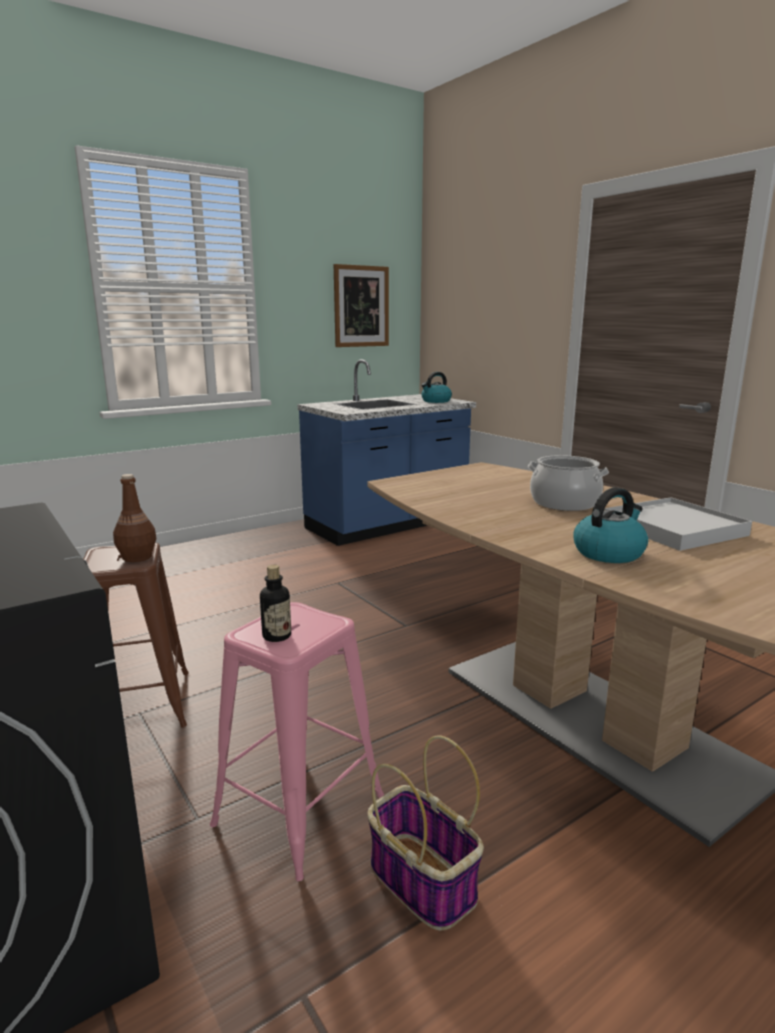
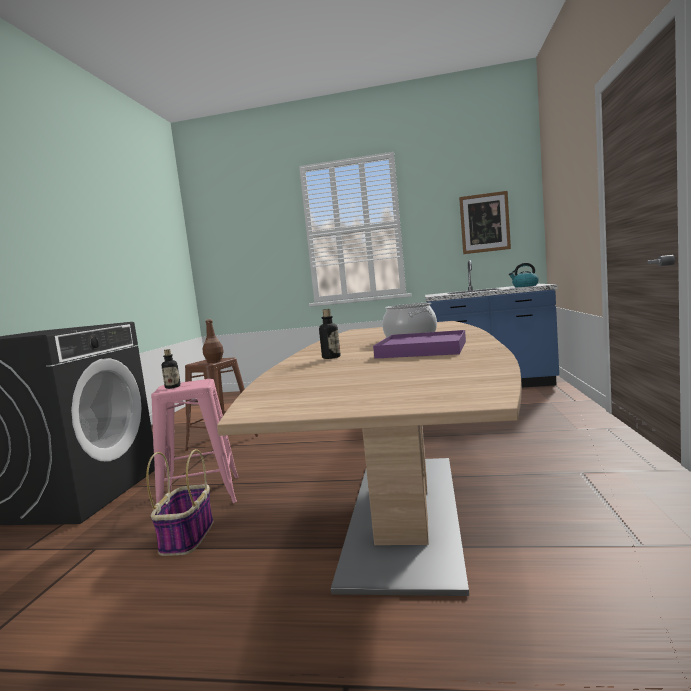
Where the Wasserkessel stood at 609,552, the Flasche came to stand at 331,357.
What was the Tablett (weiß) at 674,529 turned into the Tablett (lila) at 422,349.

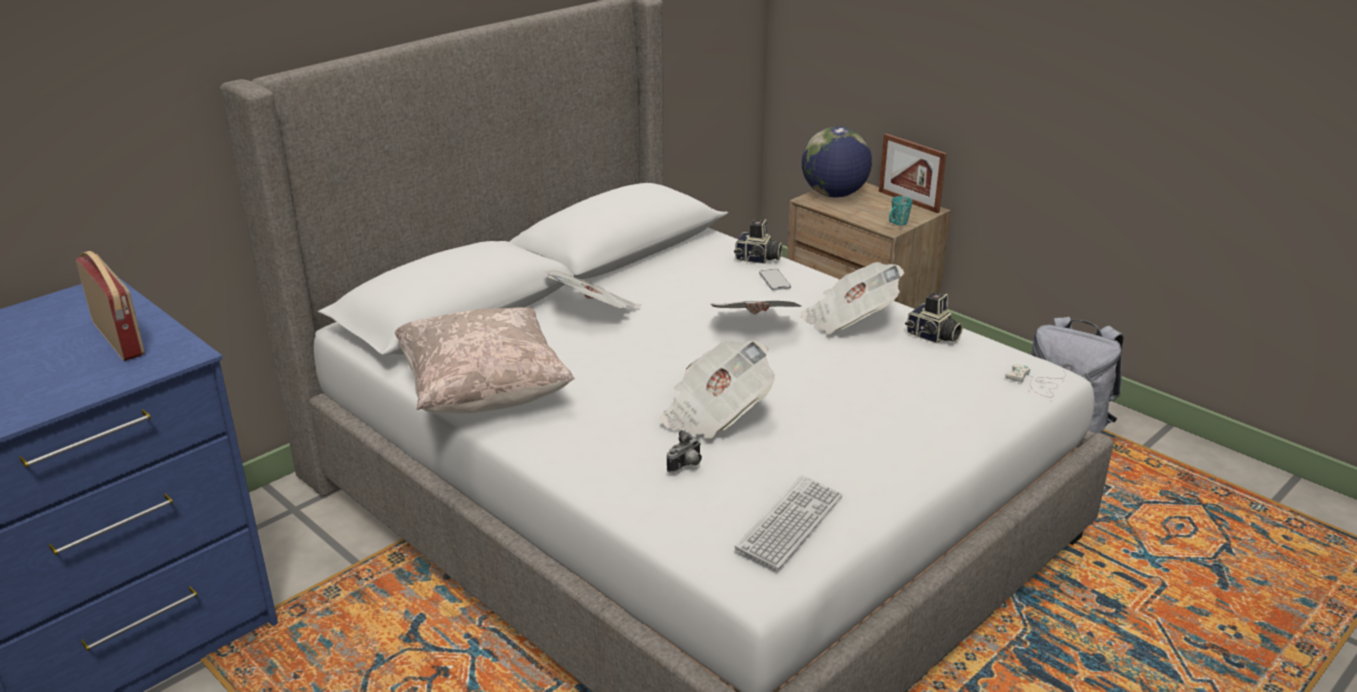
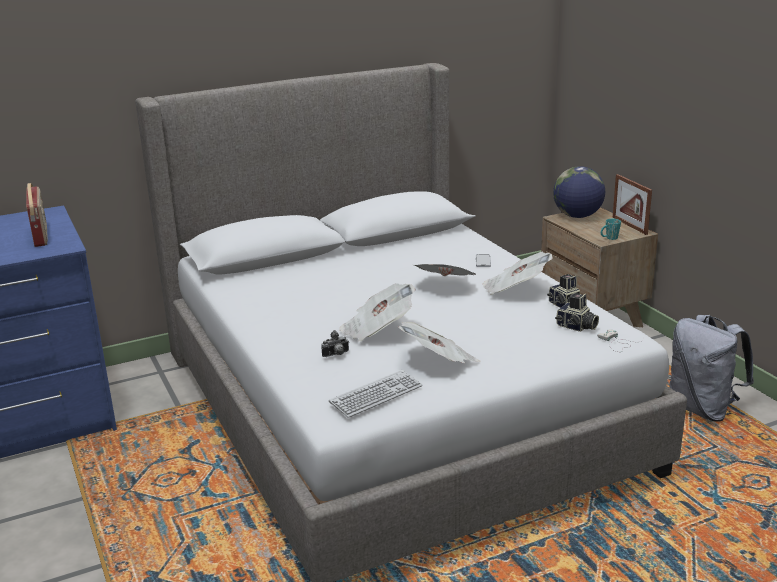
The second view lost the Kissen (beige) at 484,394.
The Zeitung ended up elsewhere, having gone from 595,313 to 439,362.
The Kamera ended up elsewhere, having gone from 758,259 to 576,327.

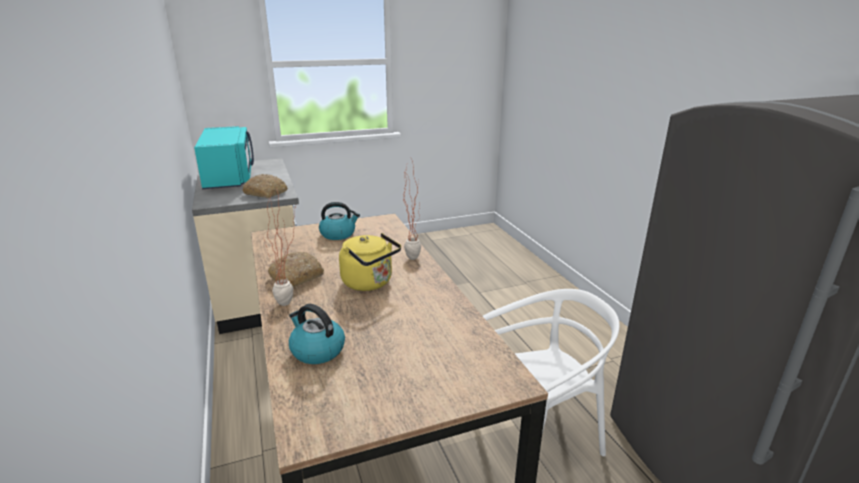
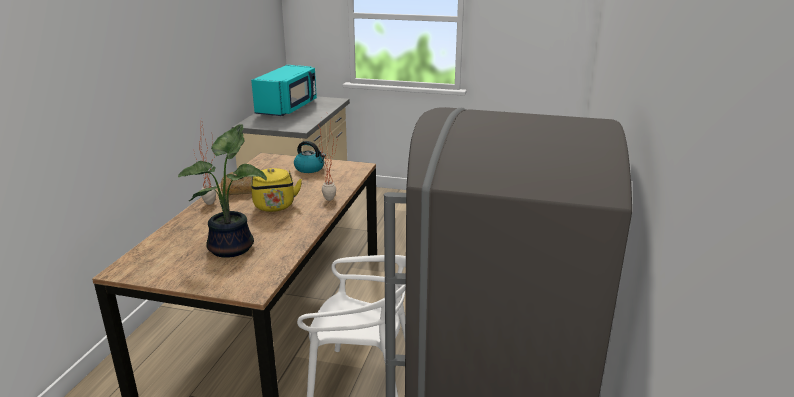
The second view lost the Brot at 266,193.
The second view lost the Wasserkessel at 317,350.
The second view gained the Topfpflanze at 234,247.

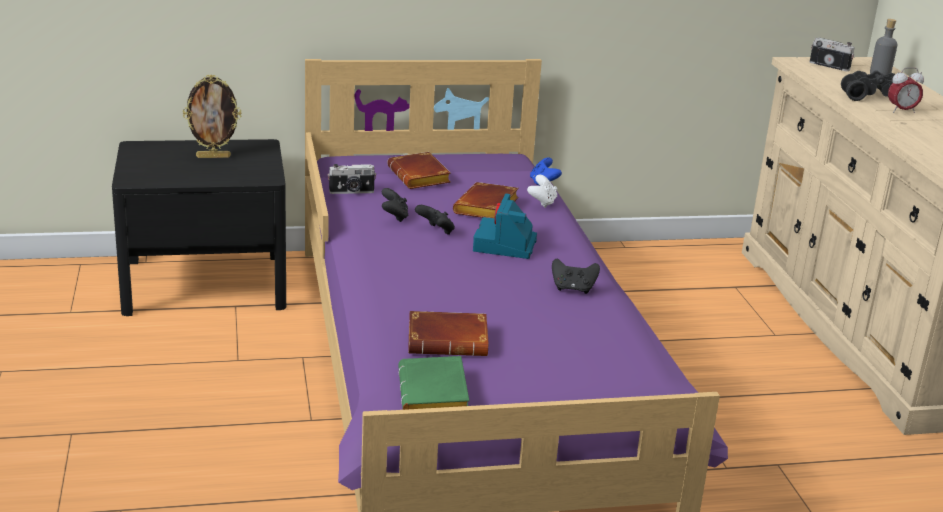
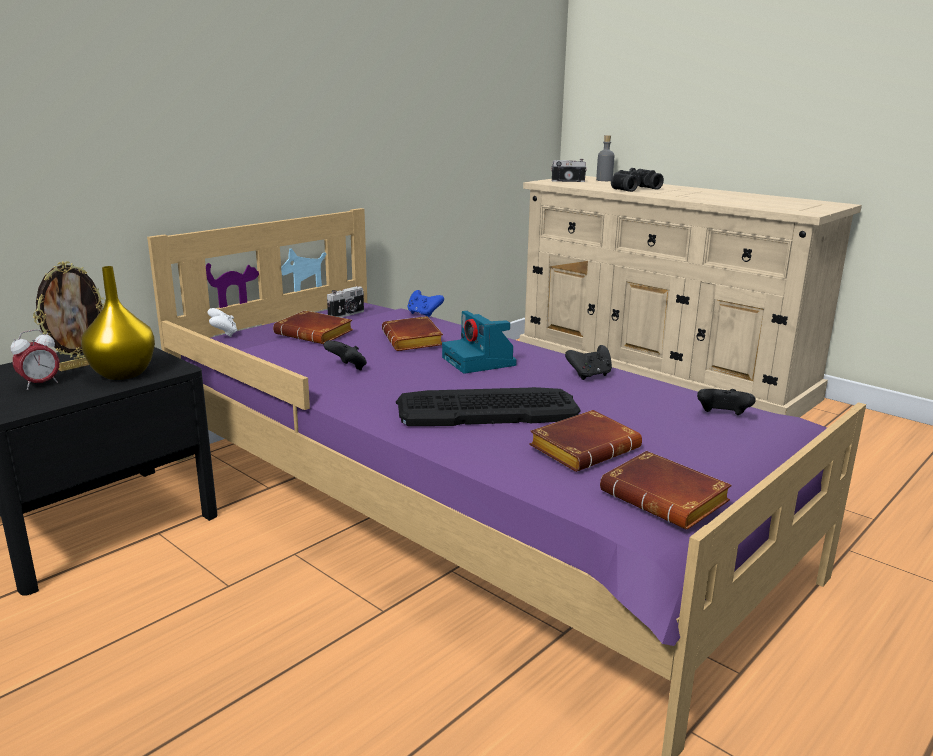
The Kamera ended up elsewhere, having gone from 351,192 to 347,314.
What was the Buch (grün) at 436,396 turned into the Buch (braun) at 668,499.
The Gamepad (schwarz) ended up elsewhere, having gone from 436,231 to 722,416.
The Gamepad (weiß) ended up elsewhere, having gone from 542,202 to 223,334.
The Wecker ended up elsewhere, having gone from 901,111 to 40,384.
The second view gained the Vase (gelb) at 124,374.
The second view gained the Tastatur at 486,408.

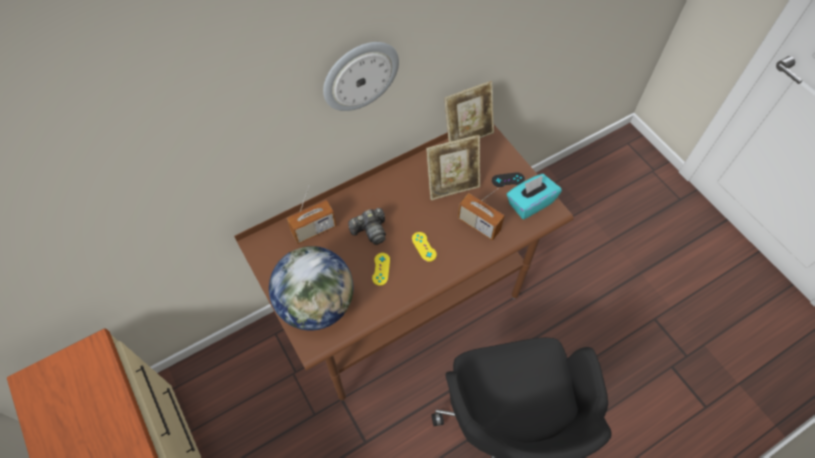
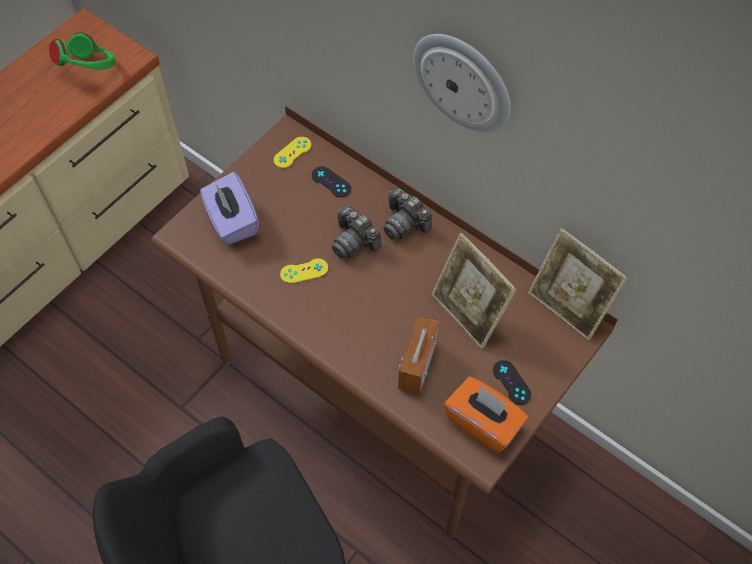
Where the Globus stood at 317,304, the Taschentuchbox (lila) came to stand at 232,221.
Where the Radio stood at 314,230, the Gamepad (schwarz) came to stand at 331,182.
The Gamepad (gelb) ended up elsewhere, having gone from 424,246 to 292,152.
What was the Taschentuchbox (türkis) at 530,203 turned into the Taschentuchbox (orange) at 483,423.
The second view gained the Kopfhörer (grün) at 90,69.
The second view gained the Kamera at 404,223.

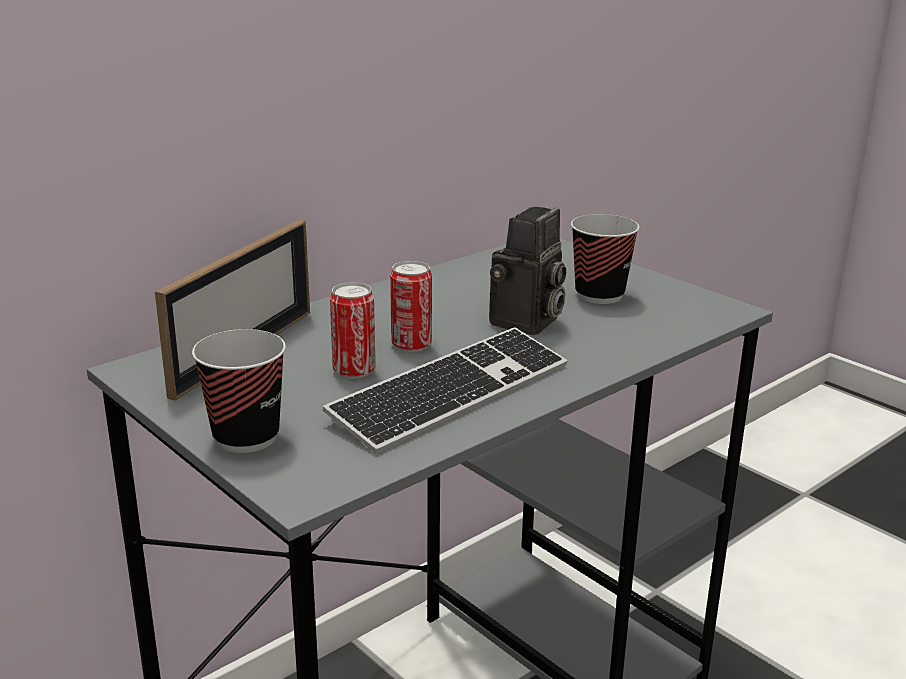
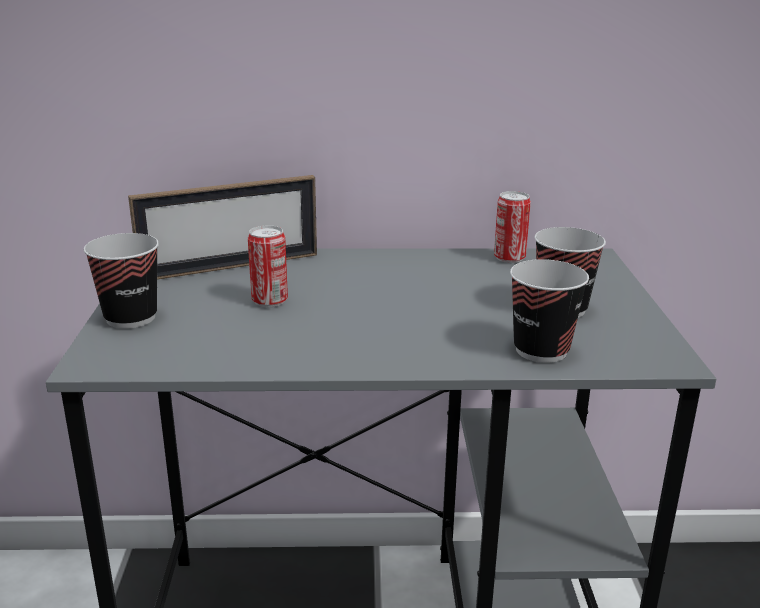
The second view lost the Tastatur at 452,392.
The Dose ended up elsewhere, having gone from 411,345 to 509,258.
The second view lost the Kamera at 526,323.
The second view gained the Tasse at 541,350.

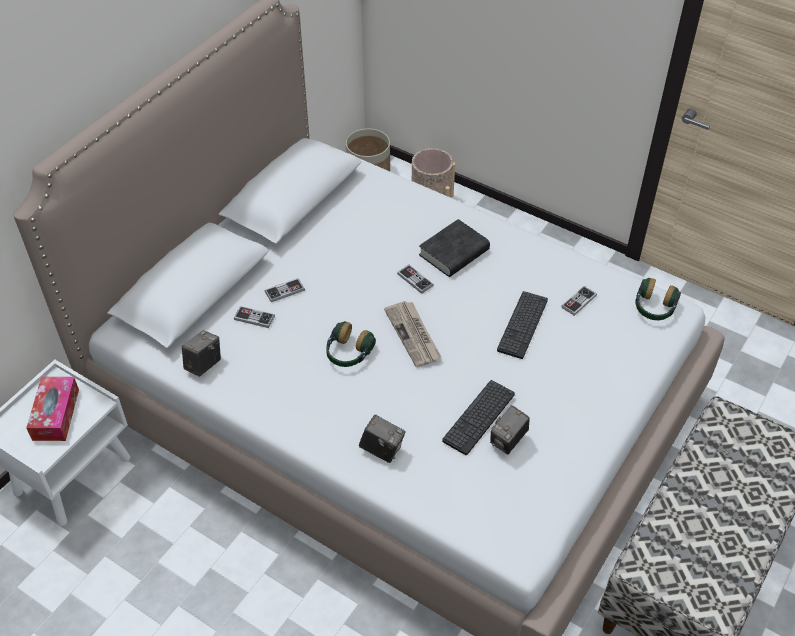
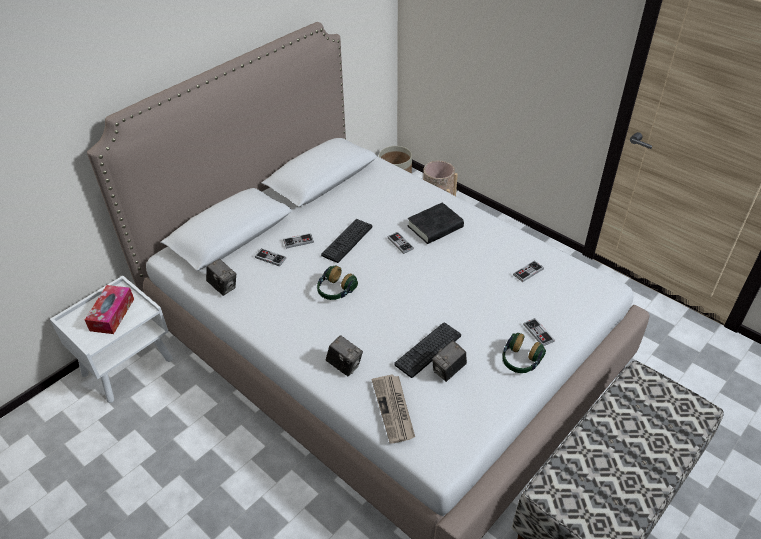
The Kamera at 203,364 ended up facing another way, 90 degrees clockwise from before.
The Zeitung ended up elsewhere, having gone from 413,335 to 394,409.
The Tastatur ended up elsewhere, having gone from 522,325 to 347,241.
The Kopfhörer ended up elsewhere, having gone from 654,308 to 520,361.
The second view gained the Gamepad at 538,333.

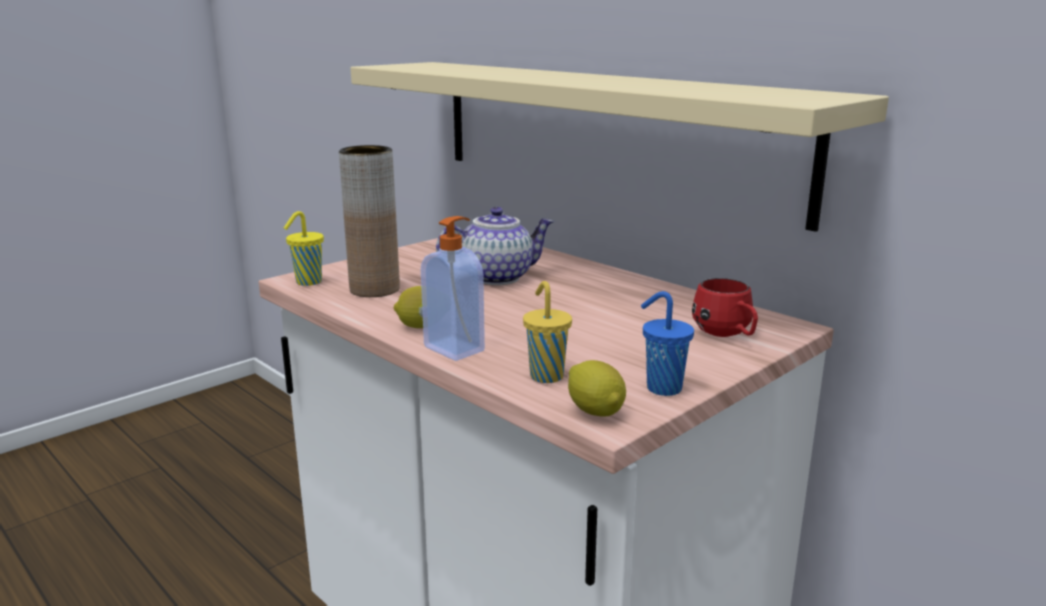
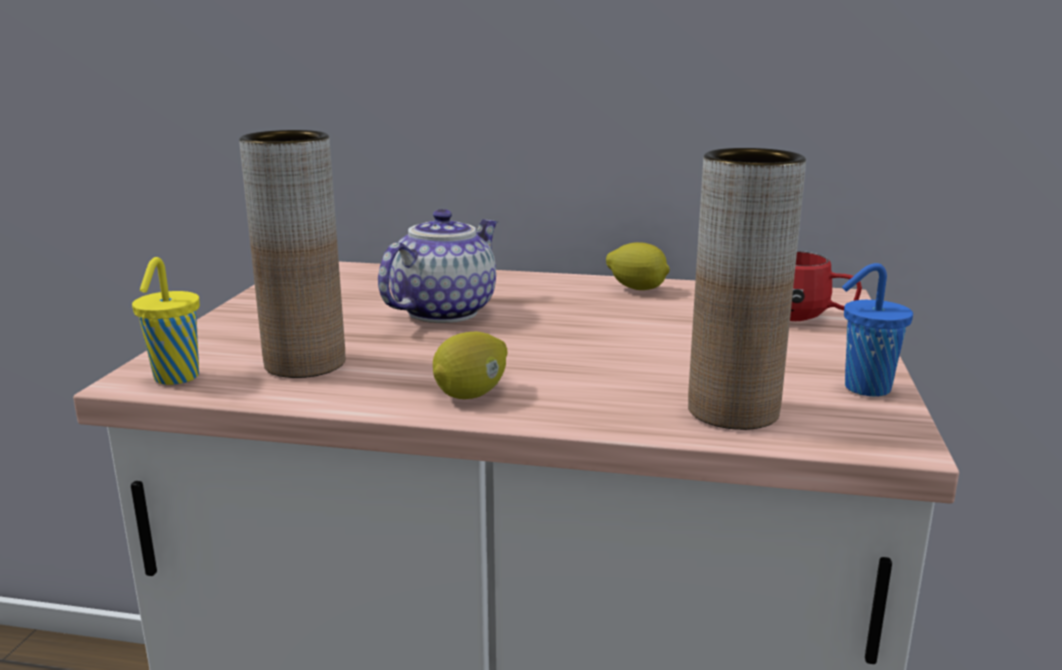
The second view lost the Wandregal (beige) at 605,133.
The second view lost the Seifenspender at 455,348.
Where the Tasse (gelb) stood at 545,375, the Vase (braun) came to stand at 733,411.
The Zitrone ended up elsewhere, having gone from 595,411 to 637,289.

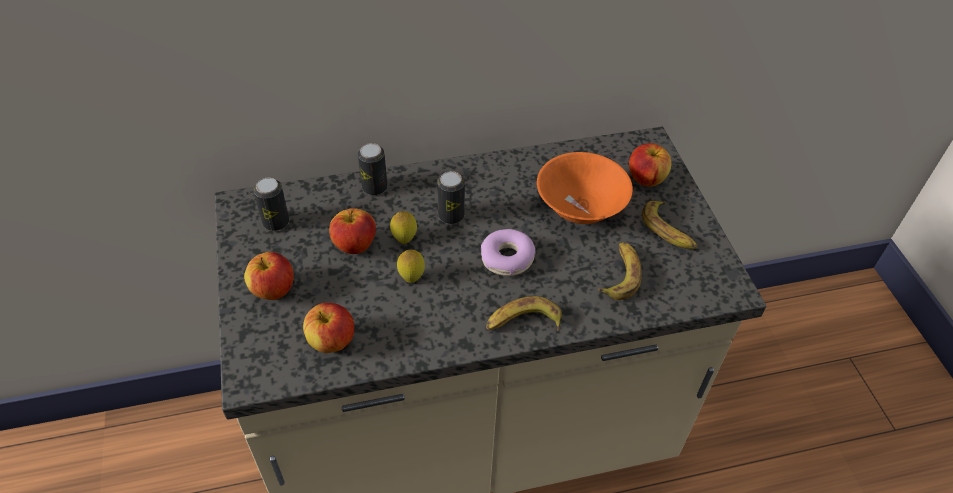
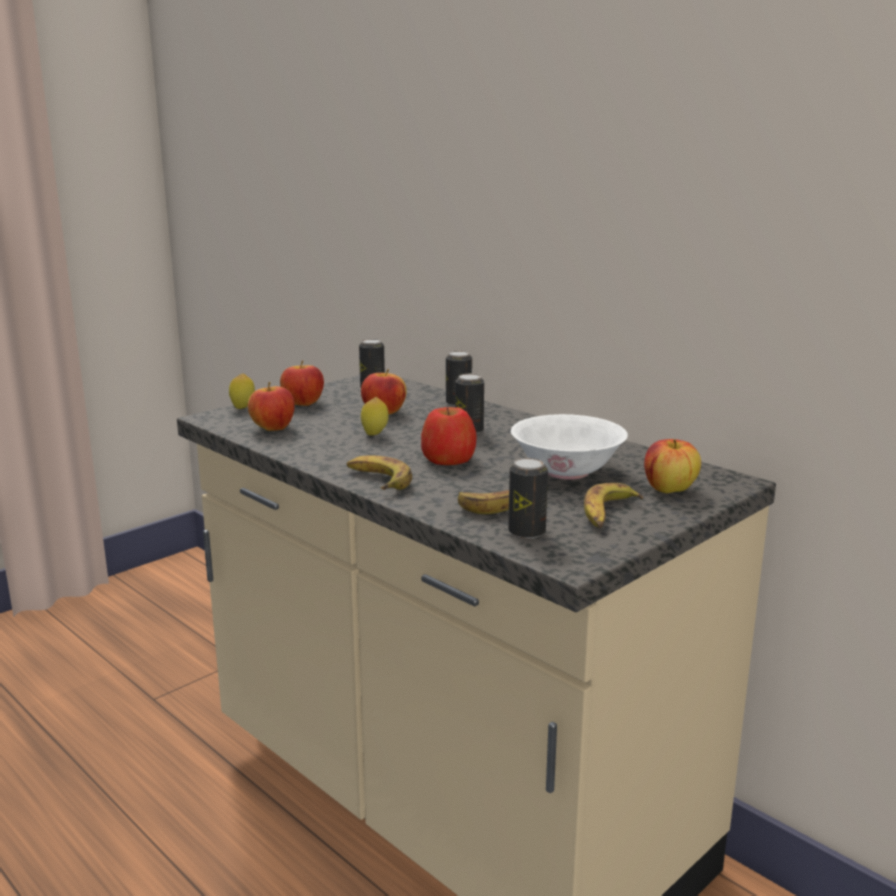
The Zitrone ended up elsewhere, having gone from 404,239 to 243,408.
Where the Donut stood at 507,259, the Apfel came to stand at 449,459.
What was the Schüssel (orange) at 580,208 turned into the Schüssel (weiß) at 567,471.
The second view gained the Dose at 526,532.

